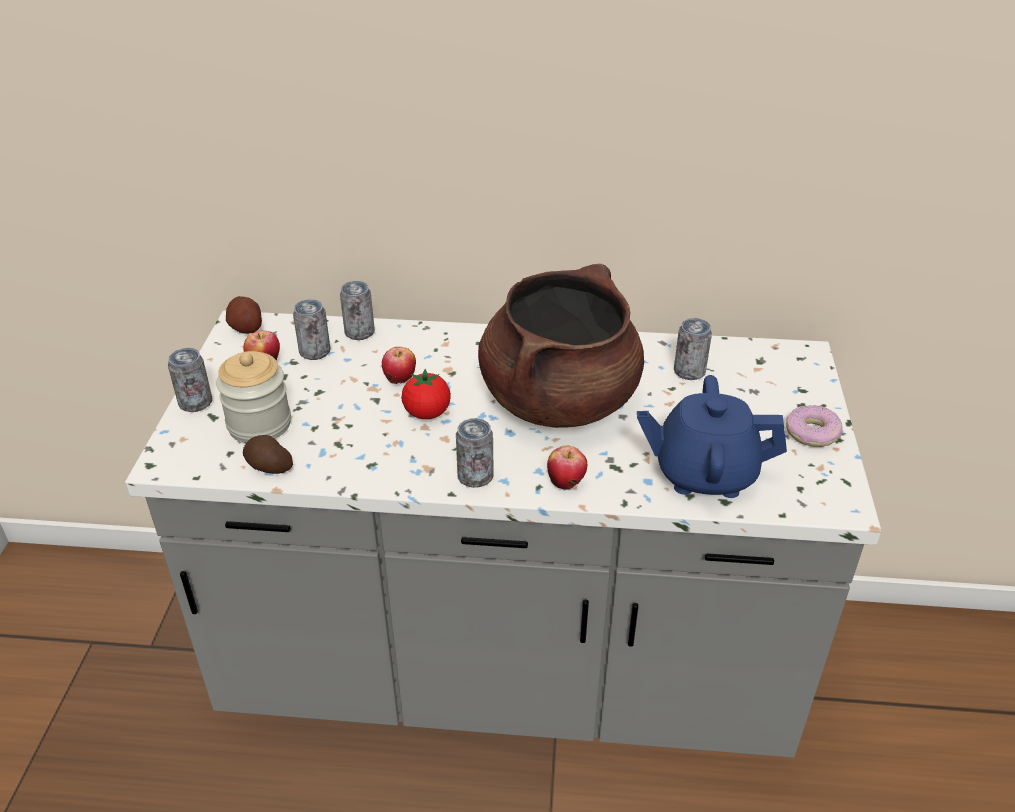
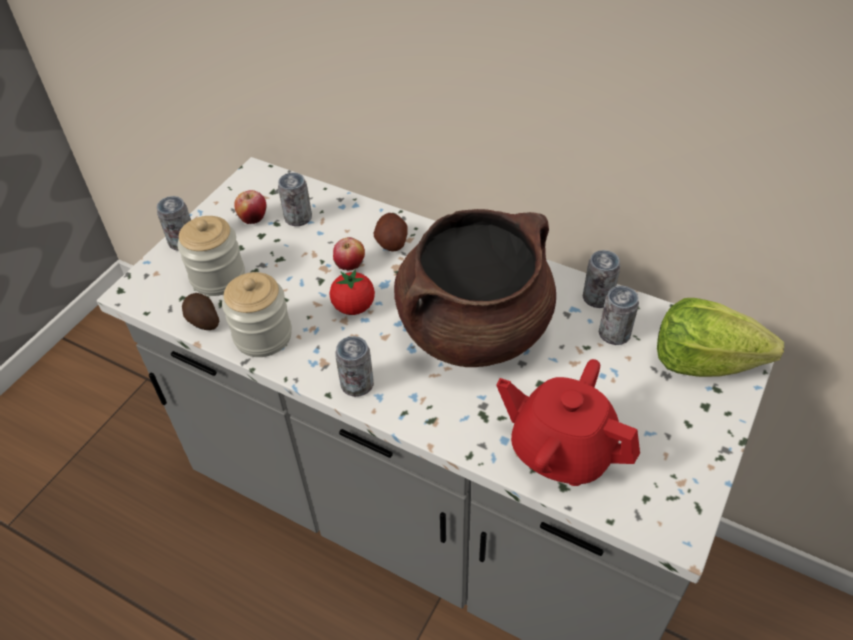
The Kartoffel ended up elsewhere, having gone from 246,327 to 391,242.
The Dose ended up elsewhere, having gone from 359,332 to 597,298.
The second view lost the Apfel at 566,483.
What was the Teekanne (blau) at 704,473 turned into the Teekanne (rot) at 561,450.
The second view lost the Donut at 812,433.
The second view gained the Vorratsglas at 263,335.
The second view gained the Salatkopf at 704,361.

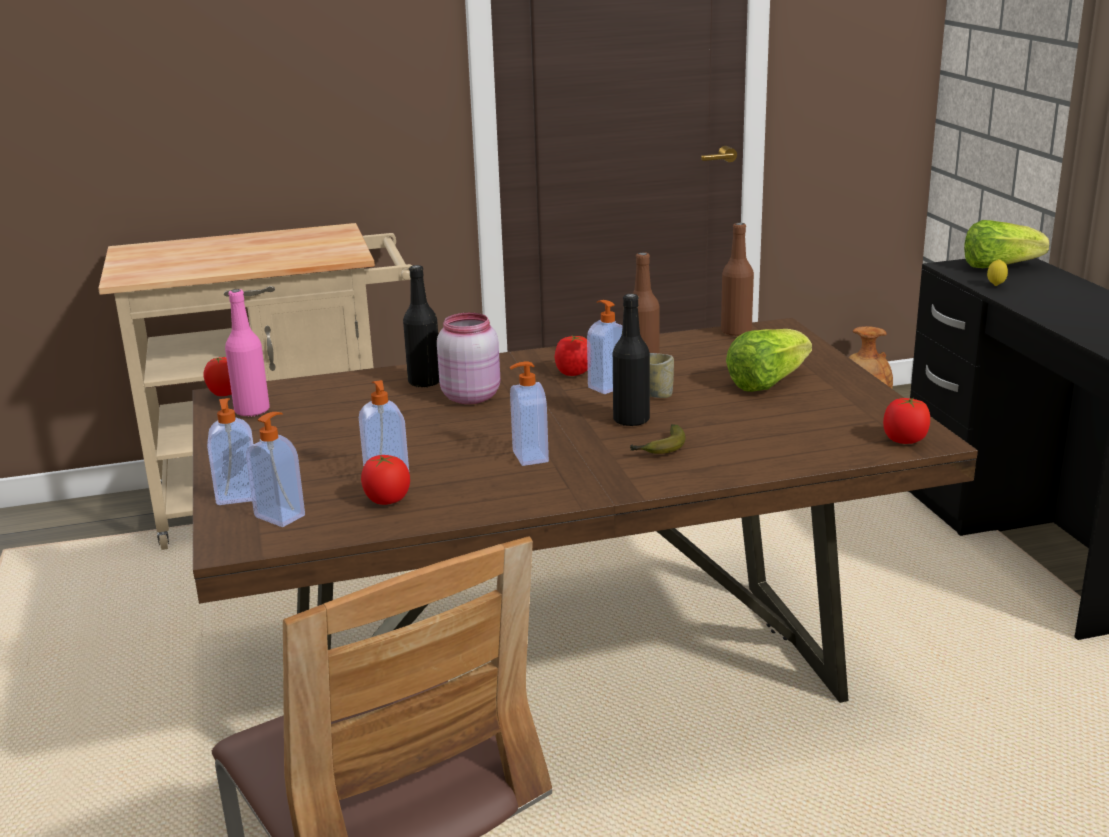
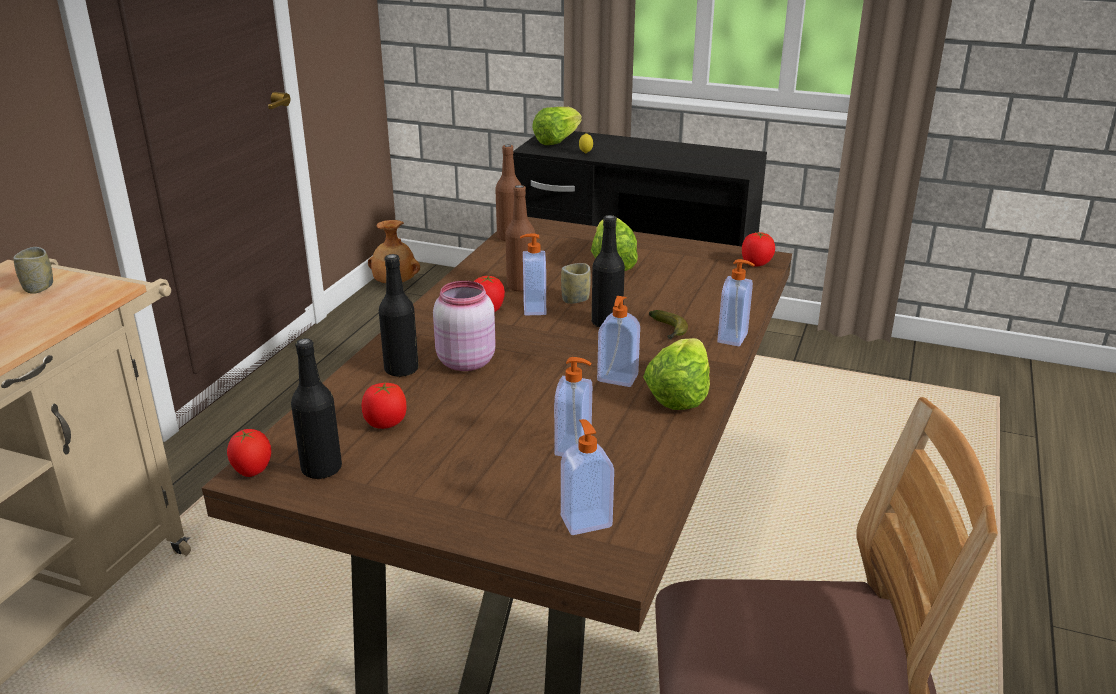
The Seifenspender ended up elsewhere, having gone from 238,497 to 733,338.
What was the Flasche (rosa) at 252,411 turned into the Flasche (schwarz) at 321,469.
The Tomate ended up elsewhere, having gone from 386,500 to 385,423.
The second view gained the Tasse at 38,288.
The second view gained the Salatkopf at 678,394.

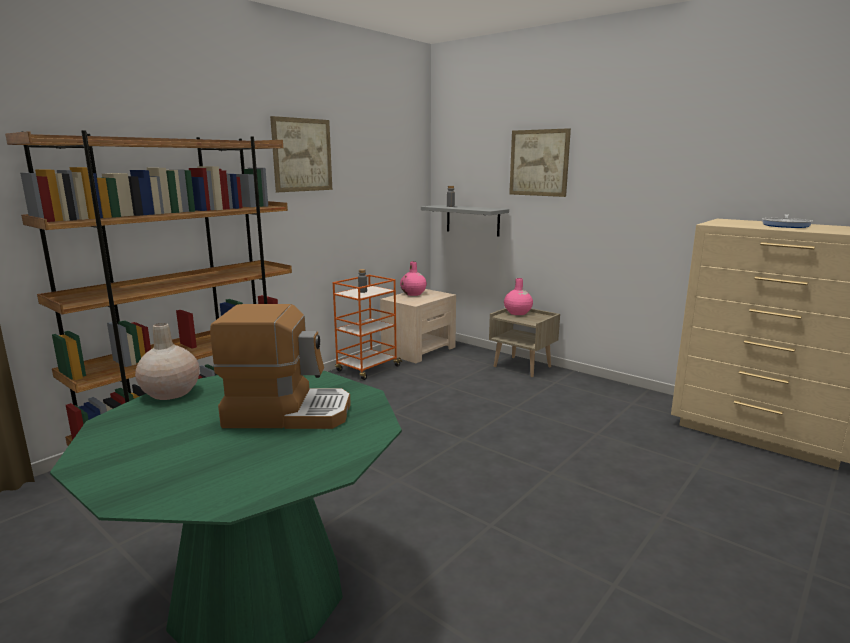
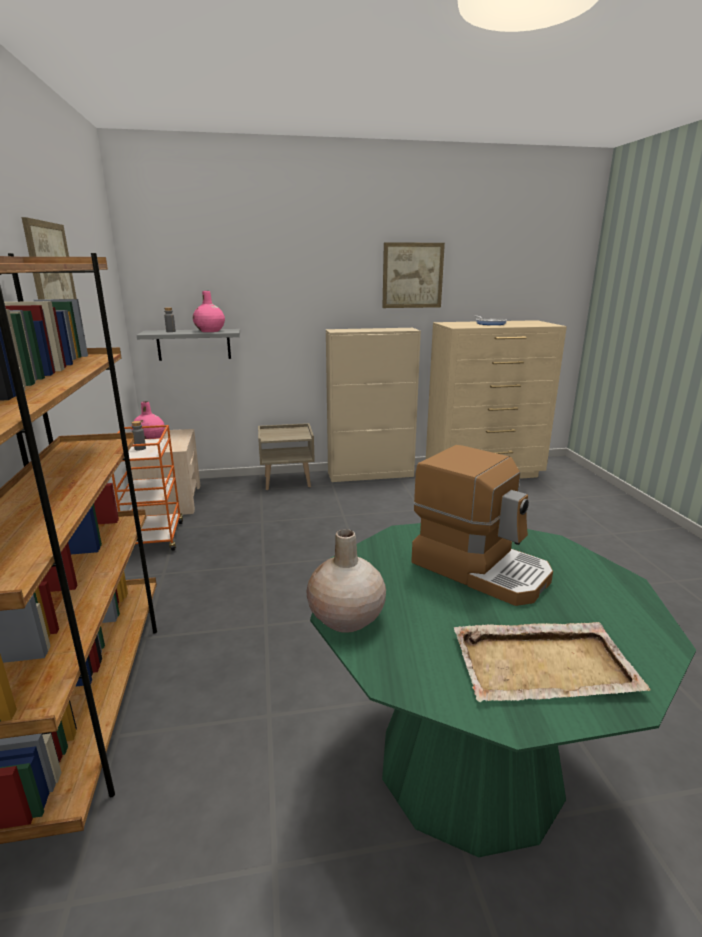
The Kaffeemaschine at 288,412 ended up facing another way, 90 degrees clockwise from before.
The Vase (rosa) ended up elsewhere, having gone from 517,313 to 210,331.
The Bild ended up elsewhere, having gone from 539,163 to 412,275.
The second view gained the Schrank (beige) at 371,474.
The second view gained the Tablett (beige) at 545,664.

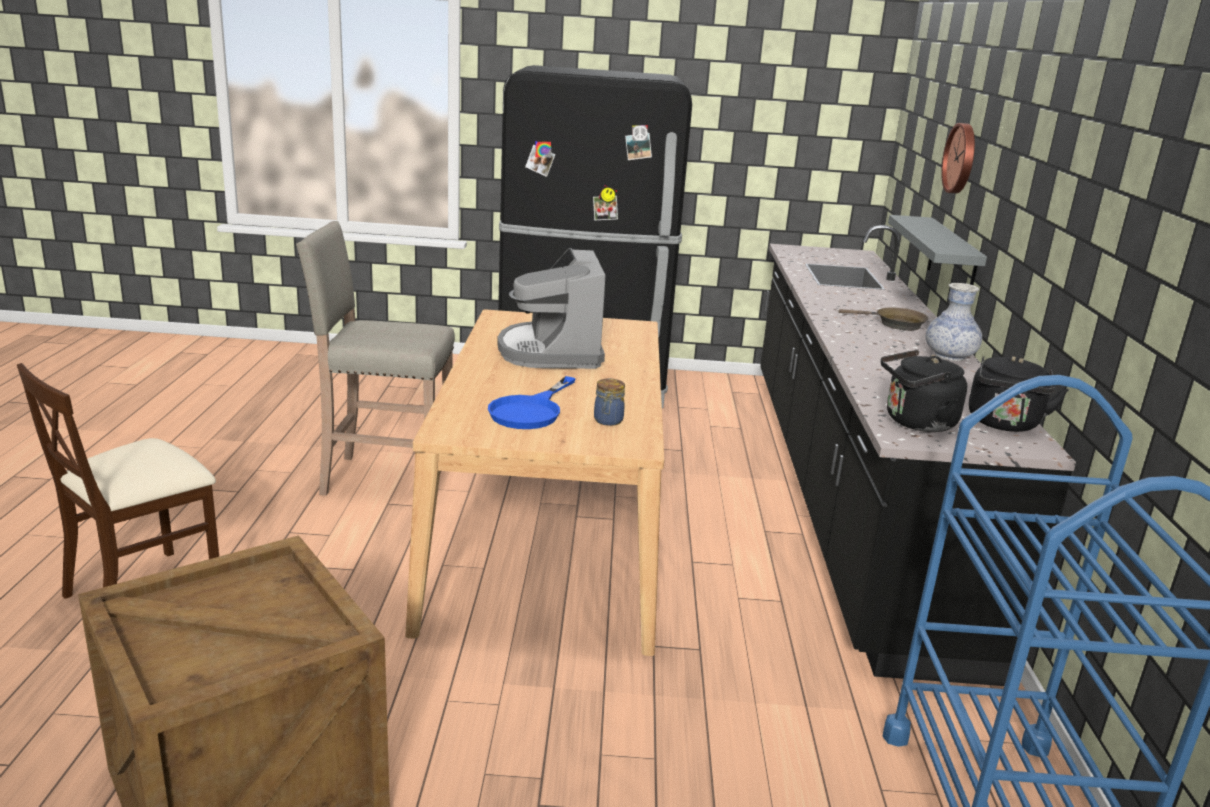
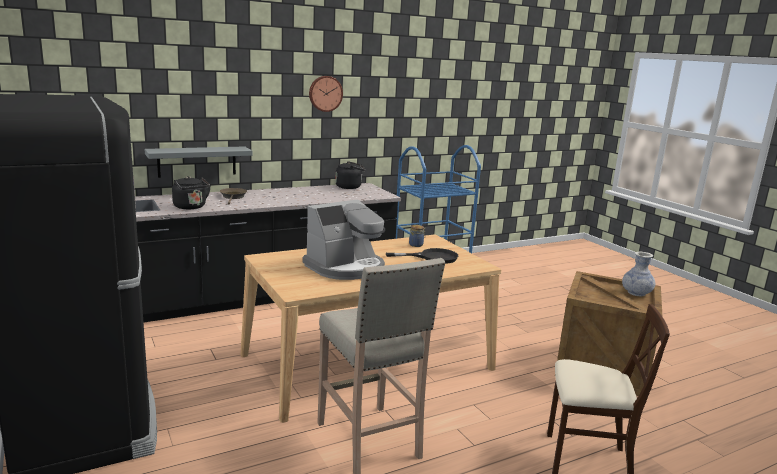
What was the Pfanne (blau) at 531,411 turned into the Pfanne (schwarz) at 432,257.
The Wasserkessel (schwarz) ended up elsewhere, having gone from 916,423 to 191,207.
The Vase ended up elsewhere, having gone from 949,356 to 636,293.
The Wanduhr ended up elsewhere, having gone from 961,158 to 325,93.

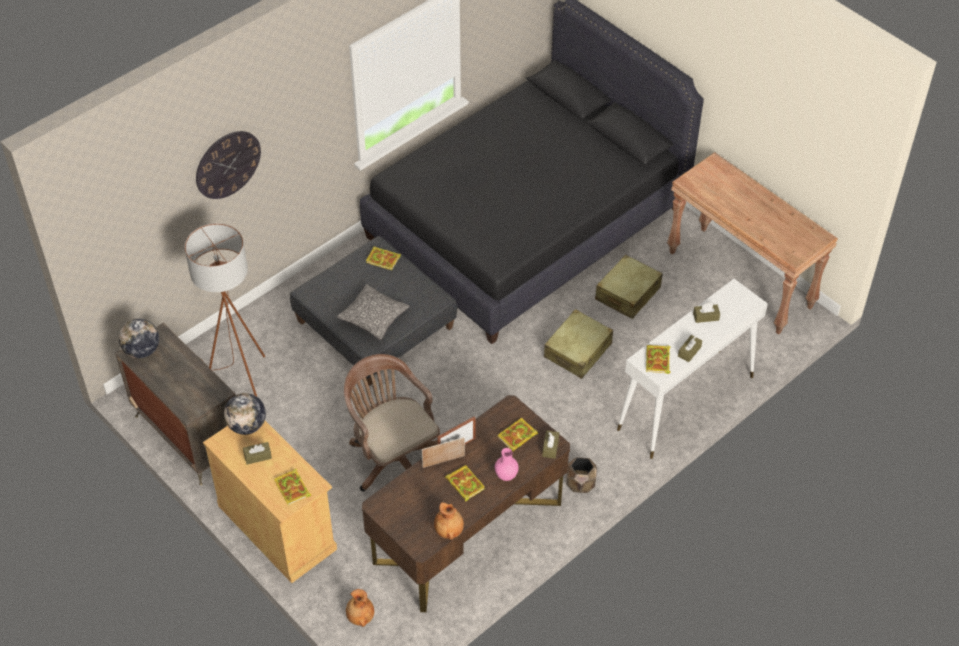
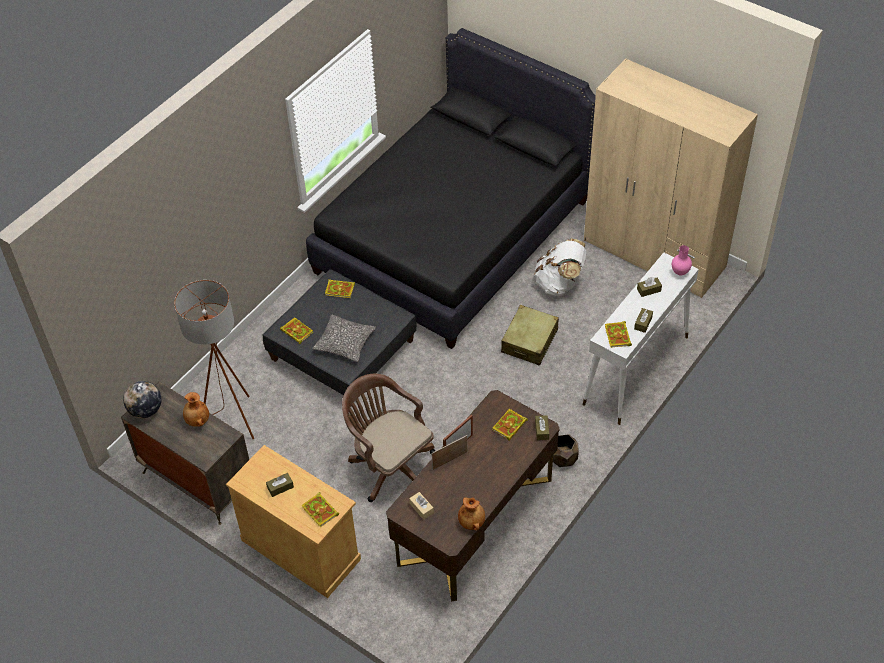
The second view lost the Wanduhr at 228,164.
The second view lost the Globus at 247,426.
The Vase (braun) ended up elsewhere, having gone from 360,617 to 197,420.
The Buch ended up elsewhere, having gone from 464,483 to 296,331.
The Vase (rosa) ended up elsewhere, having gone from 506,475 to 680,272.
Where the Koffer (beige) stood at 627,294, the Rucksack (weiß) came to stand at 559,284.
Where the Konsolentisch (braun) stood at 741,279, the Kleiderschrank (beige) came to stand at 654,254.
The second view gained the Taschentuchbox (beige) at 421,508.

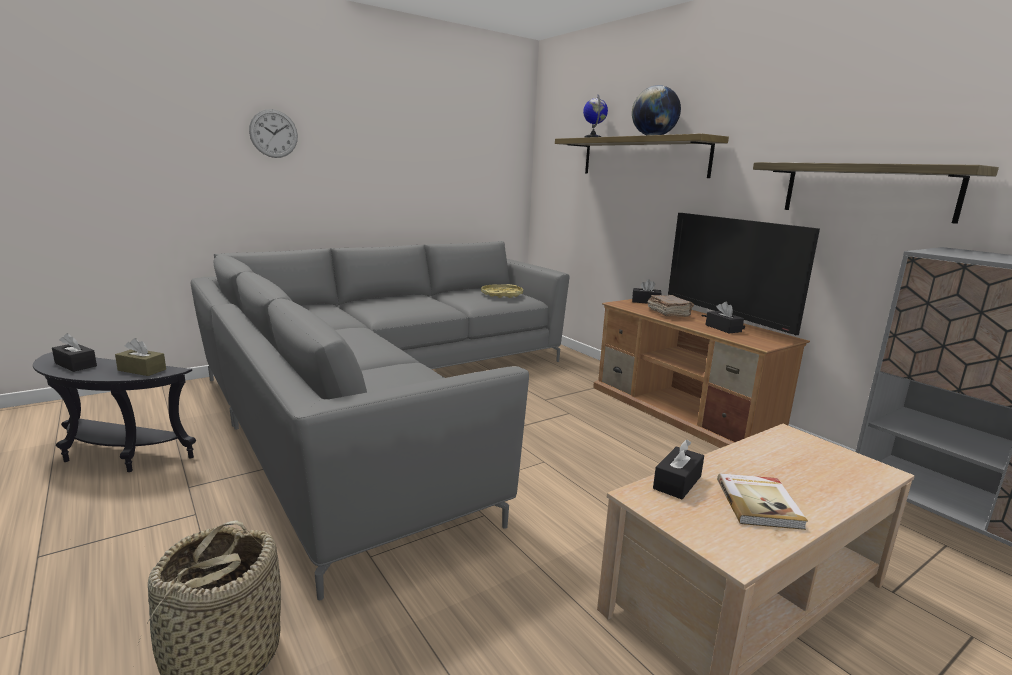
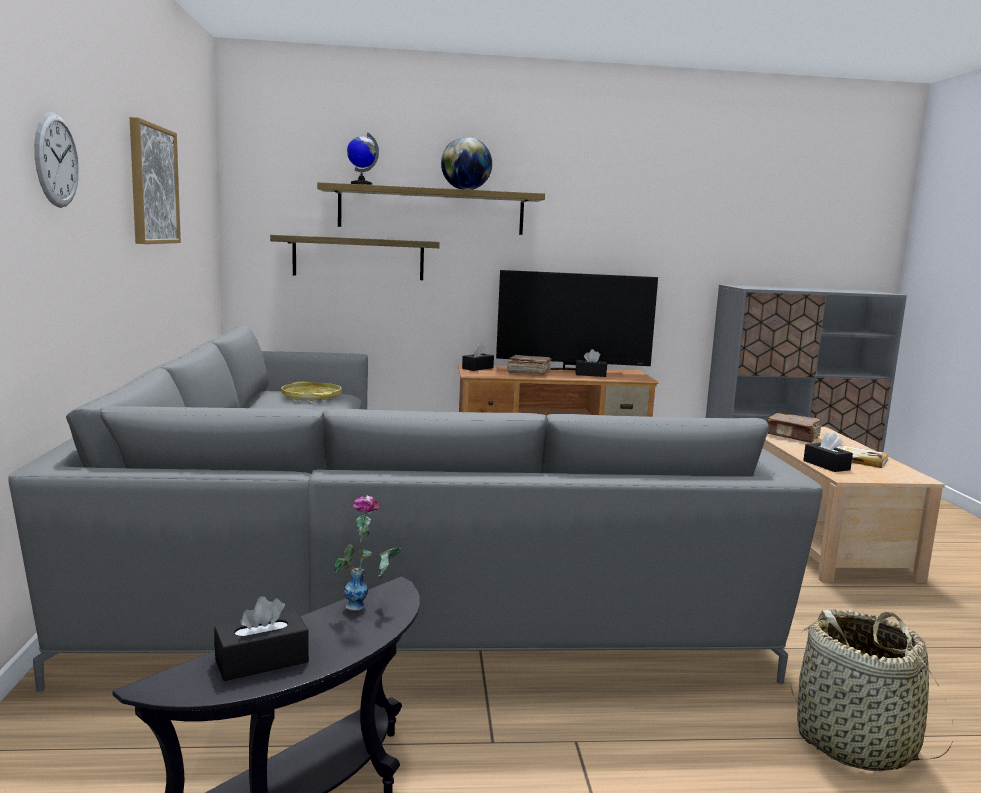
Where the Taschentuchbox (braun) stood at 142,370, the Vase came to stand at 368,607.
The Wandregal ended up elsewhere, having gone from 867,190 to 358,258.
The second view gained the Bild at 153,185.
The second view gained the Buch (braun) at 793,436.

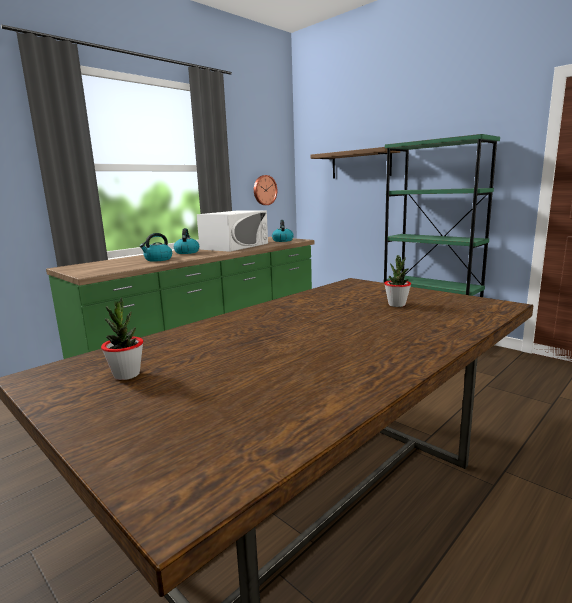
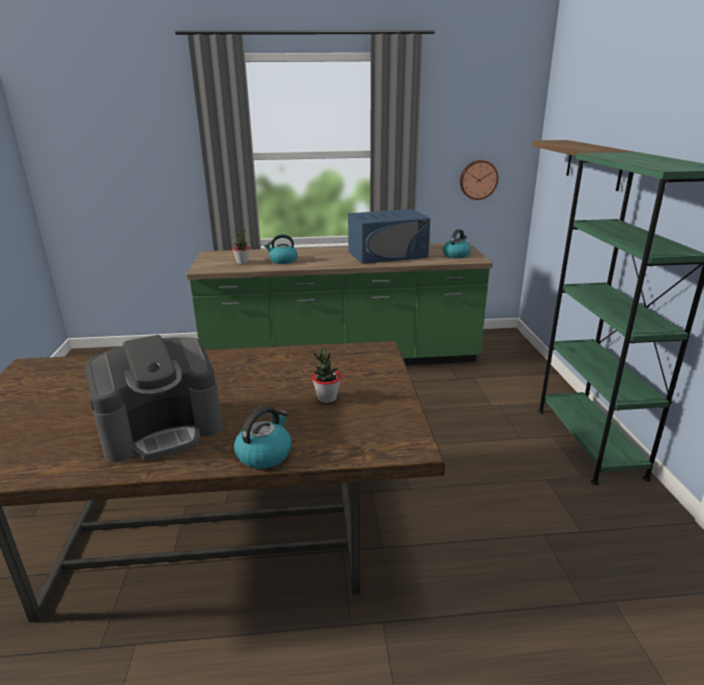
The Topfpflanze ended up elsewhere, having gone from 126,375 to 242,262.
The Wasserkessel ended up elsewhere, having gone from 187,252 to 264,454.
What was the Mikrowelle (weiß) at 235,246 turned into the Mikrowelle (blau) at 387,254.
The second view gained the Kaffeemaschine at 162,429.

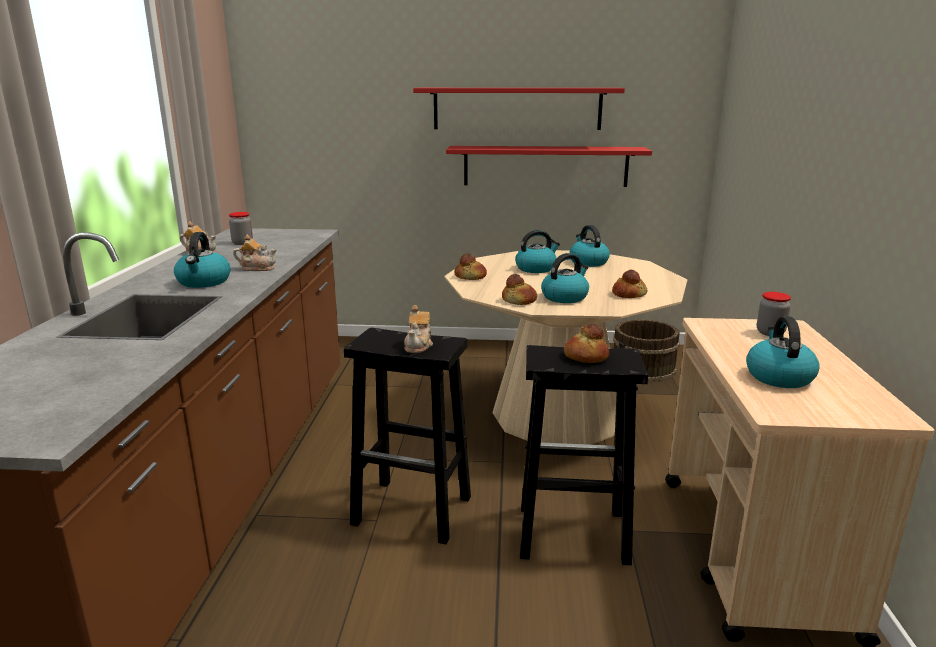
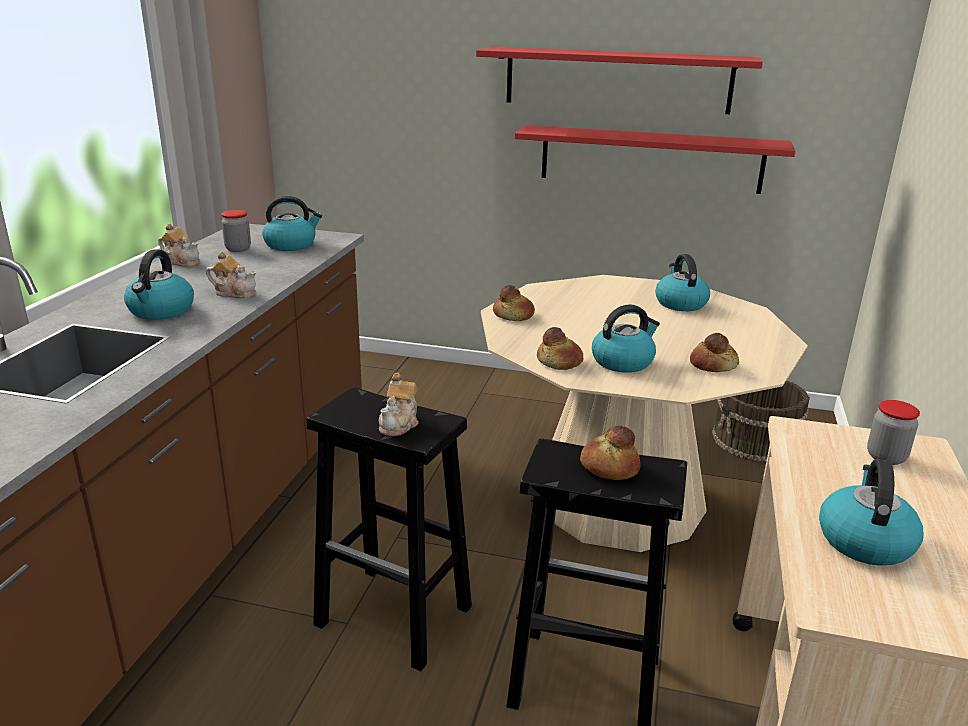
The Wasserkessel ended up elsewhere, having gone from 536,268 to 291,245.

